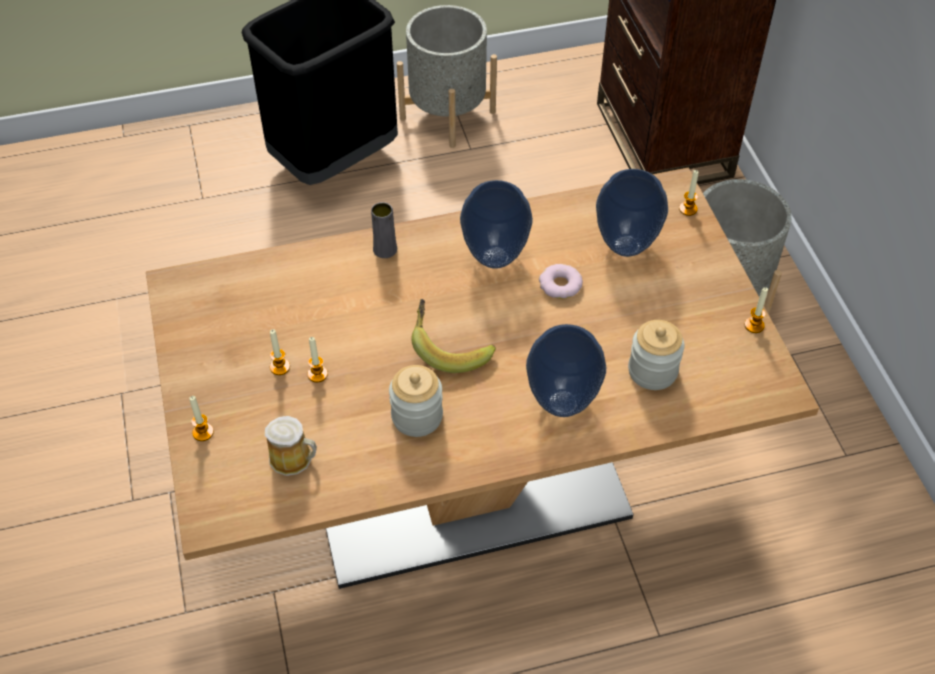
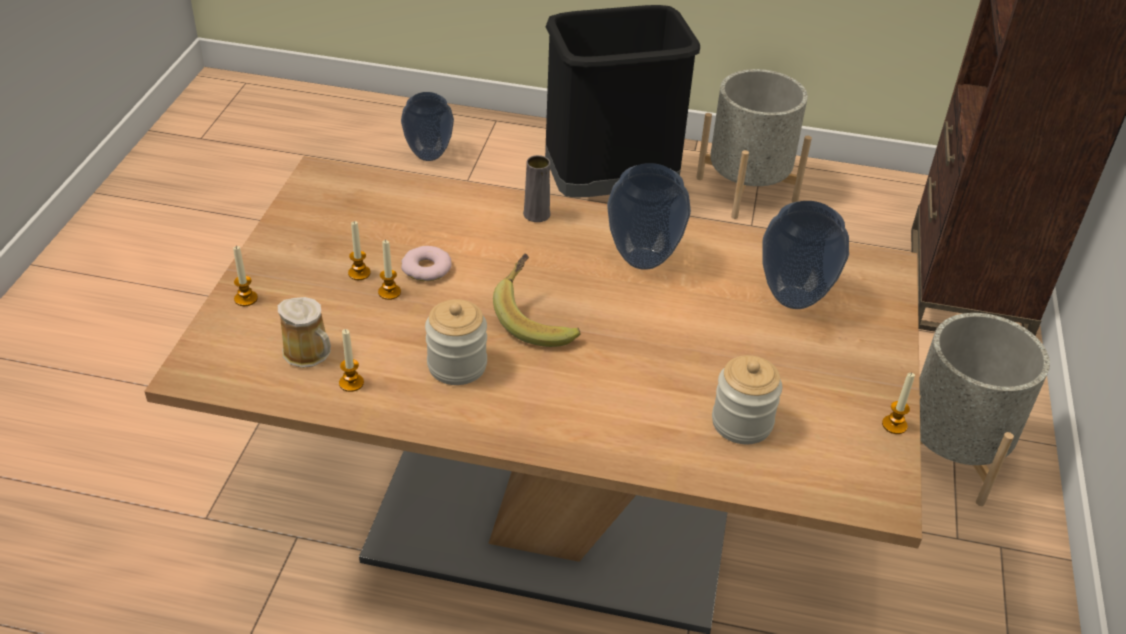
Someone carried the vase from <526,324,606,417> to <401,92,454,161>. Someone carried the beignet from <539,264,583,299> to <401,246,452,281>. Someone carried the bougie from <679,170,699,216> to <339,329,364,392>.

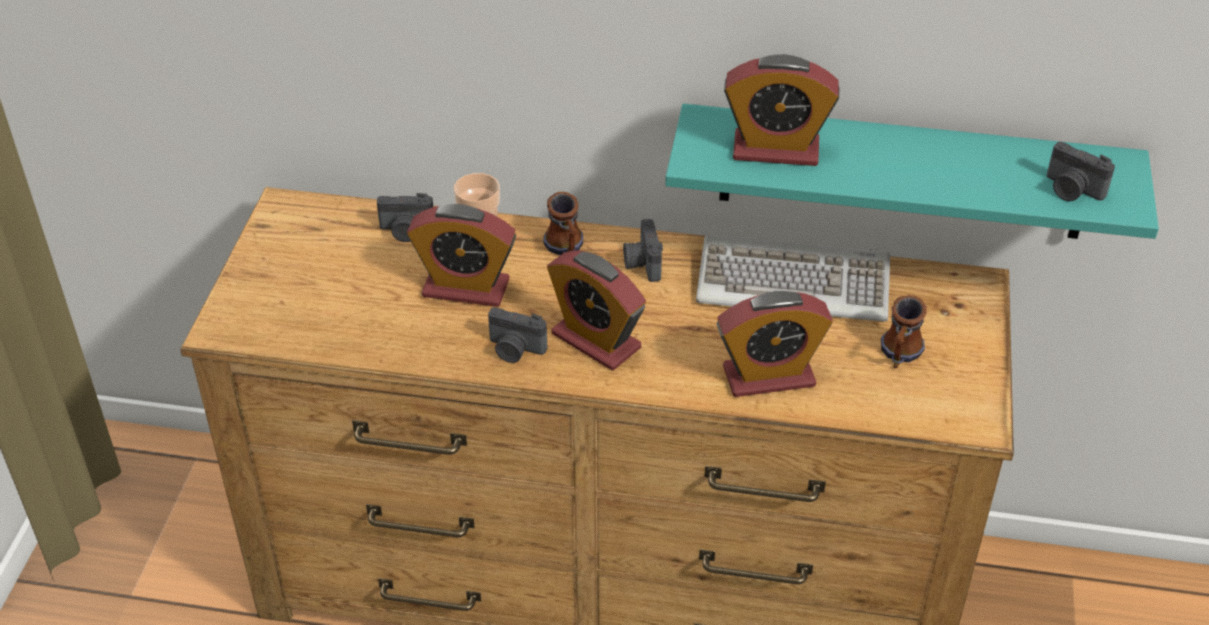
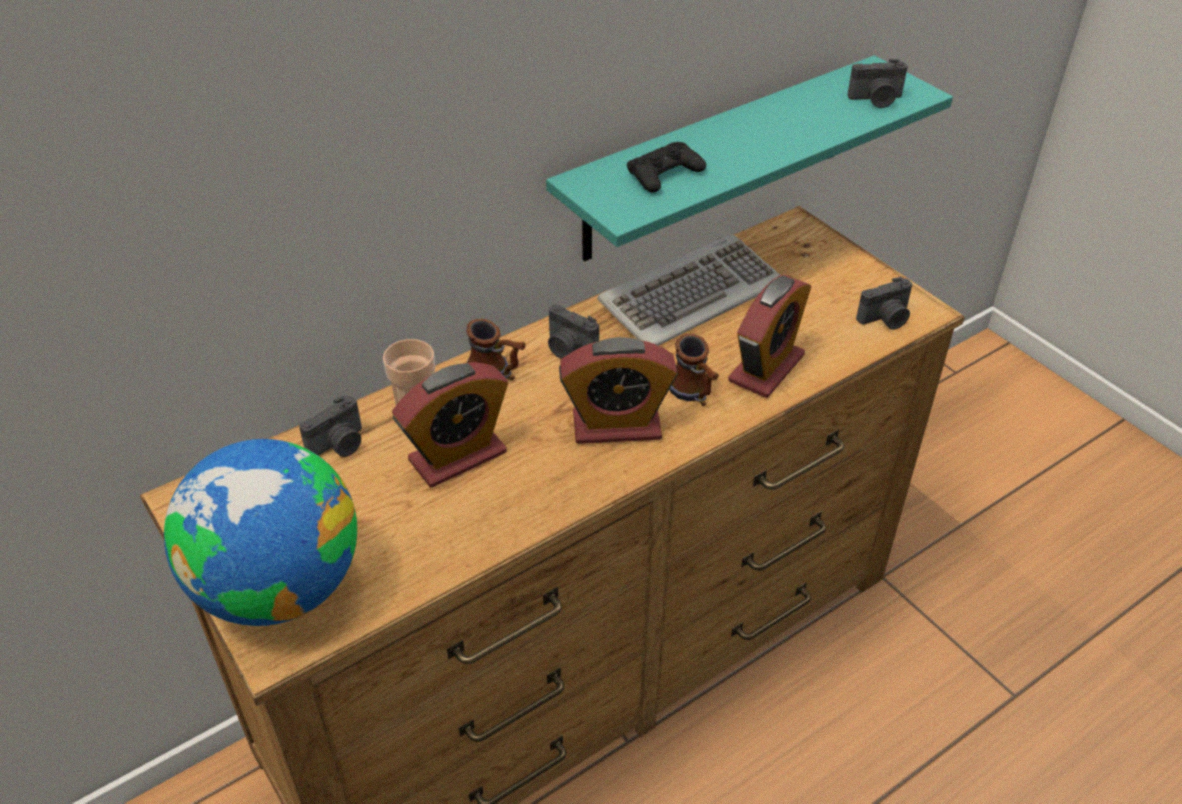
Someone carried the appareil photo from <488,307,547,363> to <856,277,912,330>. Someone swapped the réveil at <724,54,839,166> for the manette [noir] at <627,142,706,193>. Someone carried the mug from <881,295,927,368> to <669,334,719,406>. Someone put down the globe at <164,439,357,626>.

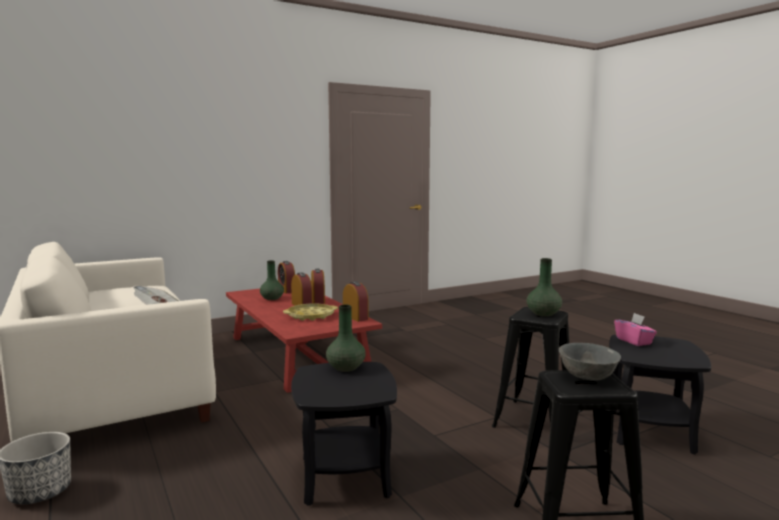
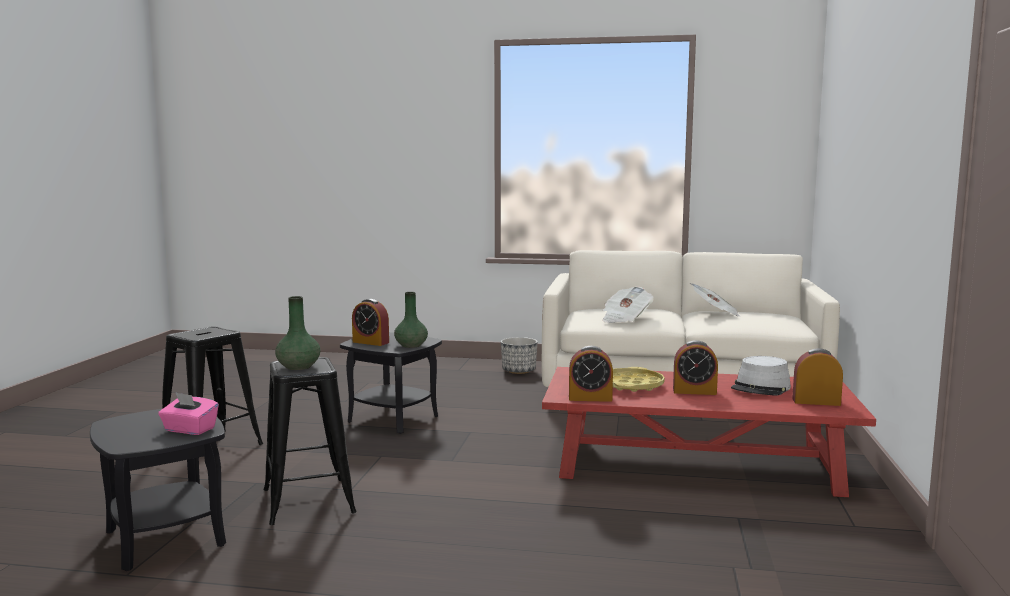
Someone swapped the vase [vert] at <260,260,284,300> for the chapeau [gris] at <731,356,791,396>. Someone carried the réveil from <311,269,325,304> to <352,299,389,346>. Someone took away the bol [gris] at <559,343,621,381>. Someone put down the journal at <690,283,740,317>.

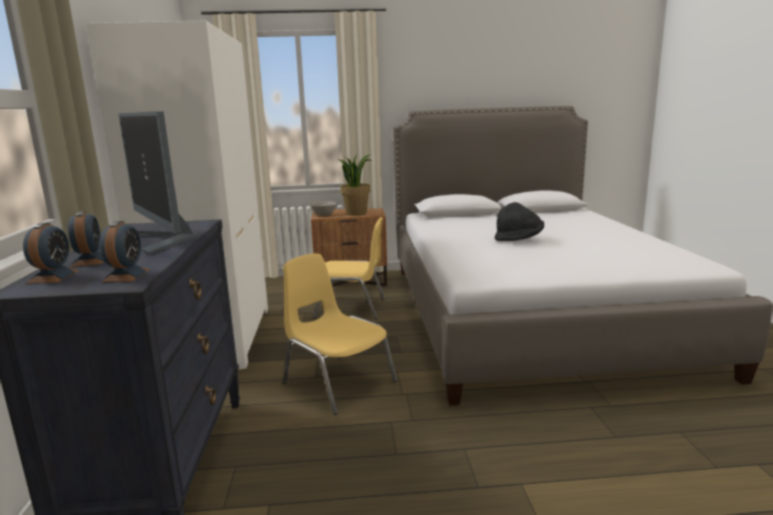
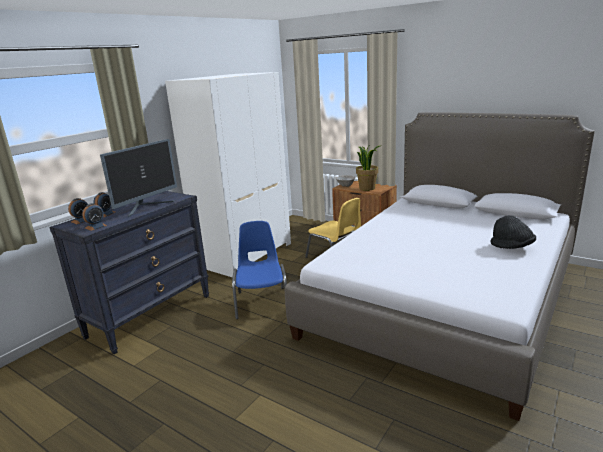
Someone rotated the écran d'ordinateur at <118,111,198,256> by 150 degrees counterclockwise. Someone repainted the chaise [jaune] at <283,253,397,415>, which became the chaise [bleu] at <232,221,287,319>. Someone carried the chapeau [noir] from <495,202,544,241> to <490,215,536,249>.

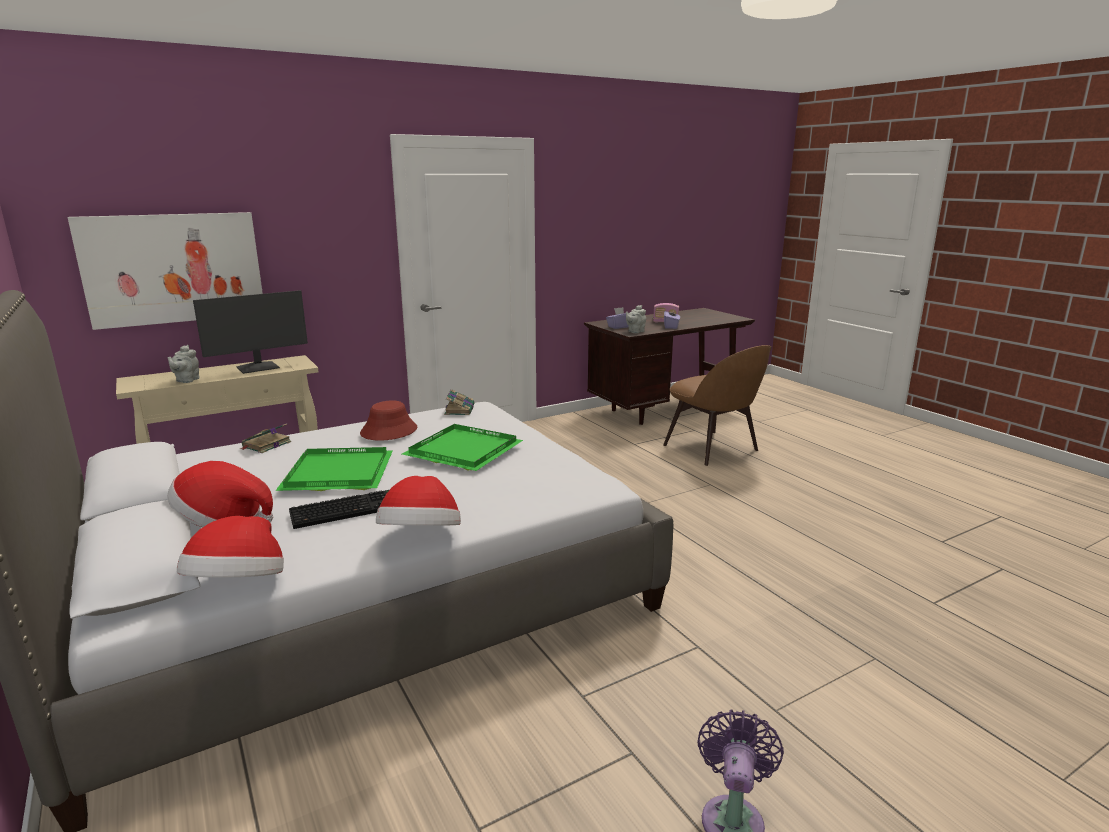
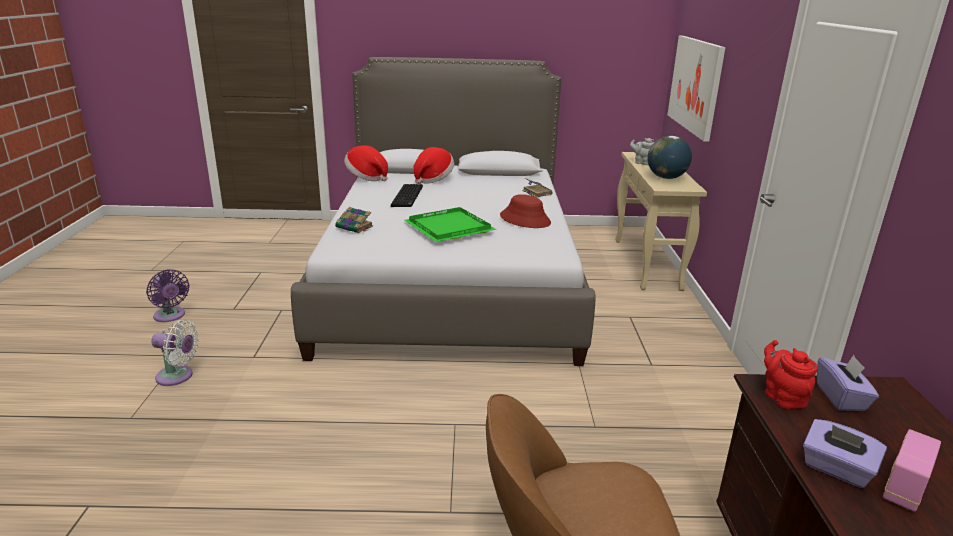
Someone swapped the écran d'ordinateur at <193,290,308,374> for the globe at <647,136,692,179>. Someone took away the plateau [vert] at <276,447,393,491>. Someone took away the chapeau at <376,476,461,526>. Someone carried the livre from <444,389,475,415> to <335,207,373,233>. Someone repainted the théière [gris] at <626,305,646,333>, which became the théière [rouge] at <764,340,818,409>. Someone put down the ventilateur [blanc] at <151,320,199,386>.

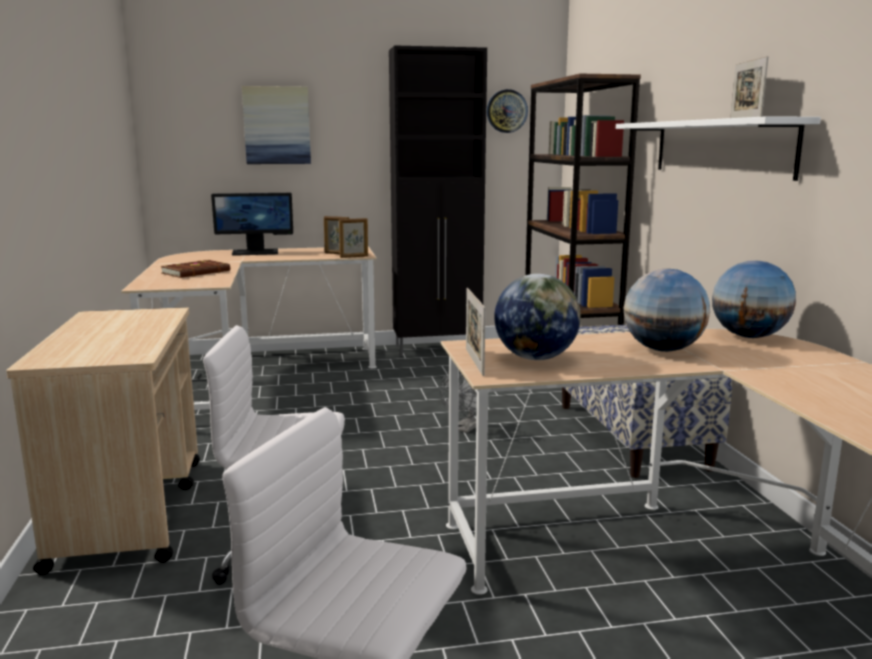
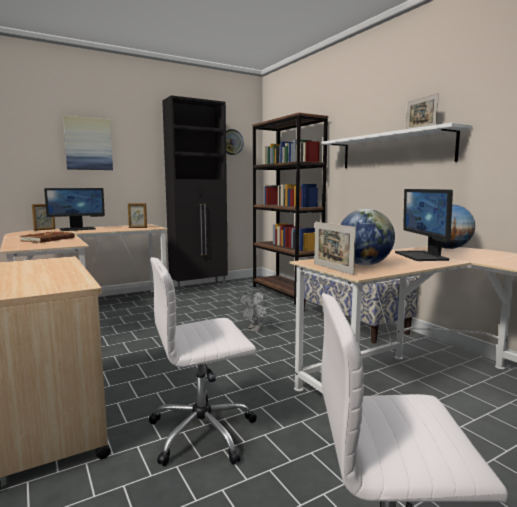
Someone carried the cadre photo from <339,218,368,258> to <32,204,55,231>. Someone swapped the globe at <624,269,710,352> for the écran d'ordinateur at <395,189,453,261>.

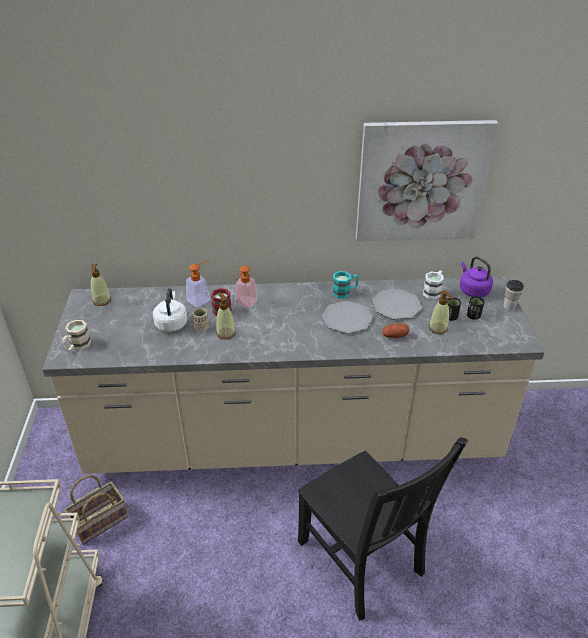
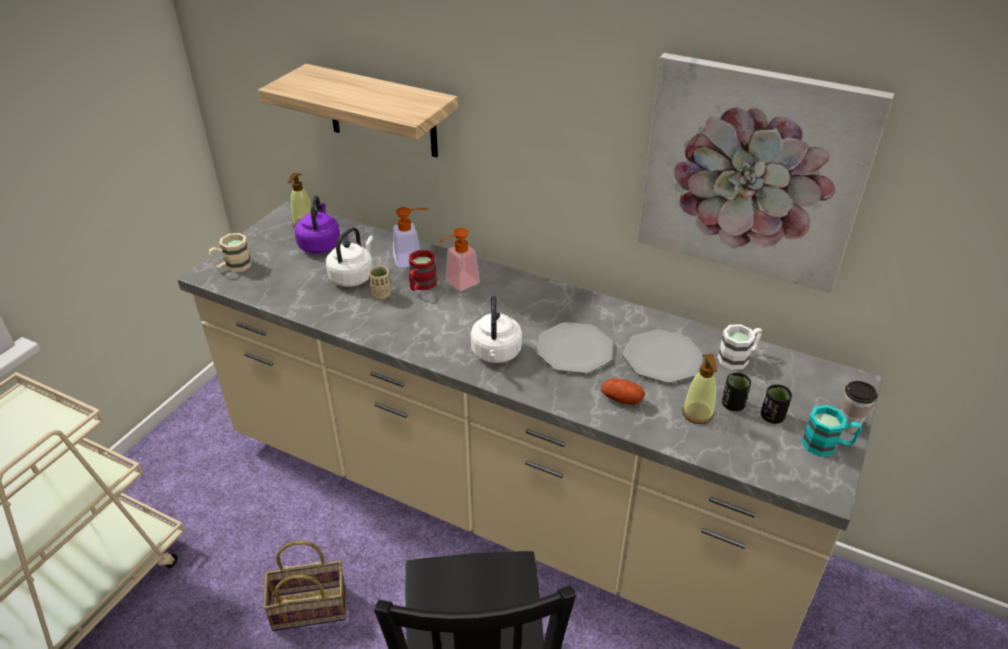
Someone carried the panier from <64,475,128,545> to <263,541,346,631>. Someone took away the distributeur de savon at <216,292,236,339>. Someone carried the mug [turquoise] from <332,271,359,299> to <801,405,861,457>. Someone carried the bouilloire [violet] from <460,256,493,297> to <295,195,340,253>. Someone put up the étagère at <258,64,458,157>. Someone put down the bouilloire [blanc] at <471,295,522,363>.

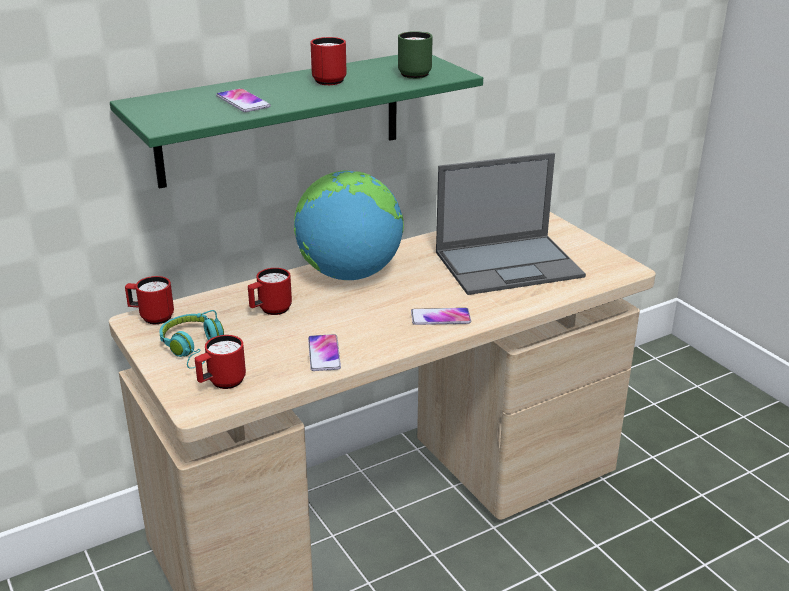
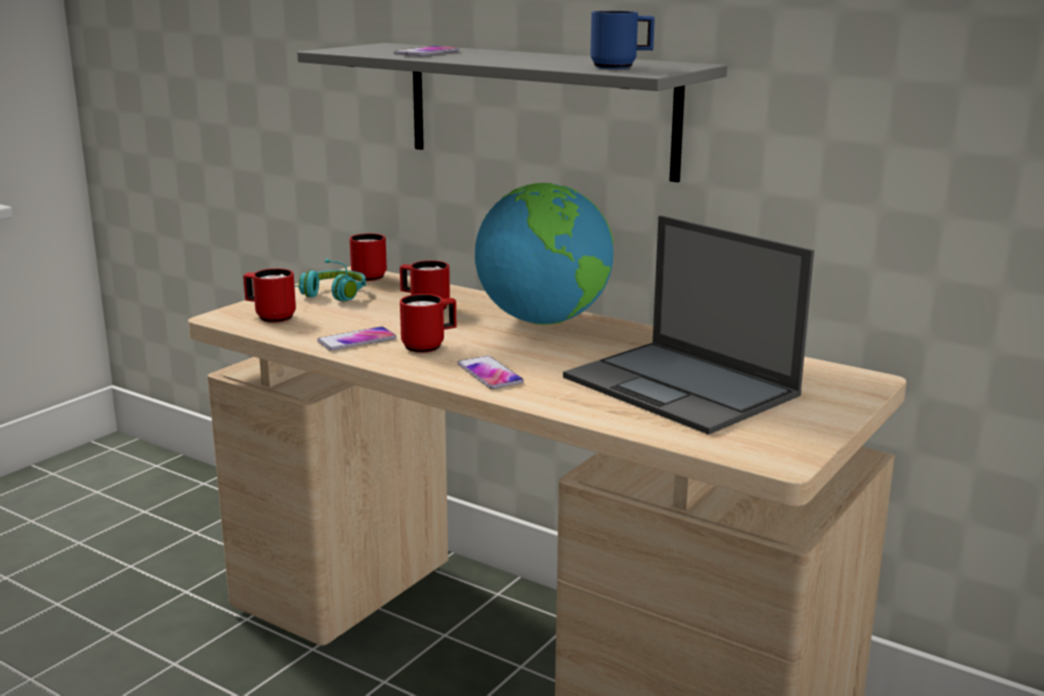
Someone repainted the étagère [vert] at <110,55,483,189>, which became the étagère [gris] at <297,43,727,182>. Someone carried the mug [rouge] from <310,37,347,85> to <400,294,456,353>. Someone repainted the mug [vert] at <398,31,433,79>, which became the mug [bleu] at <591,11,655,69>.

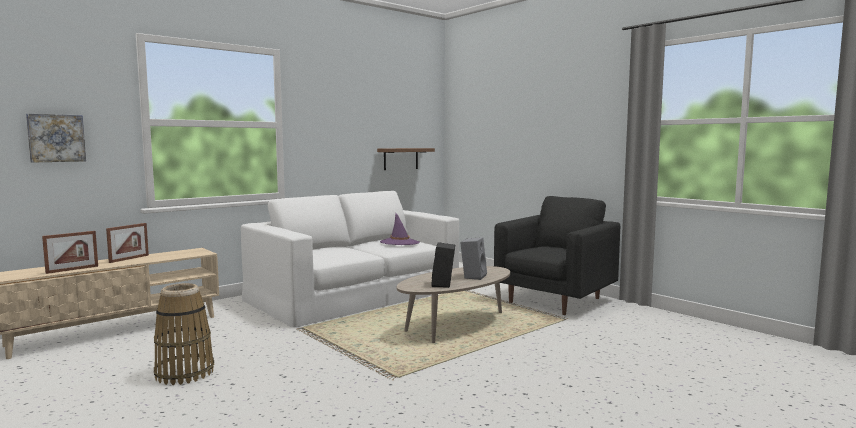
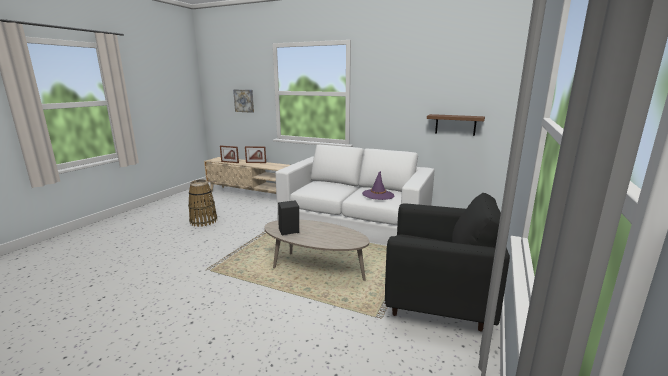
Someone took away the enceinte [gris] at <460,237,487,280>.

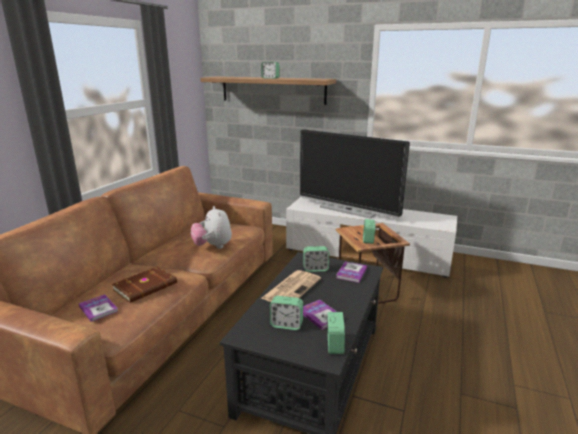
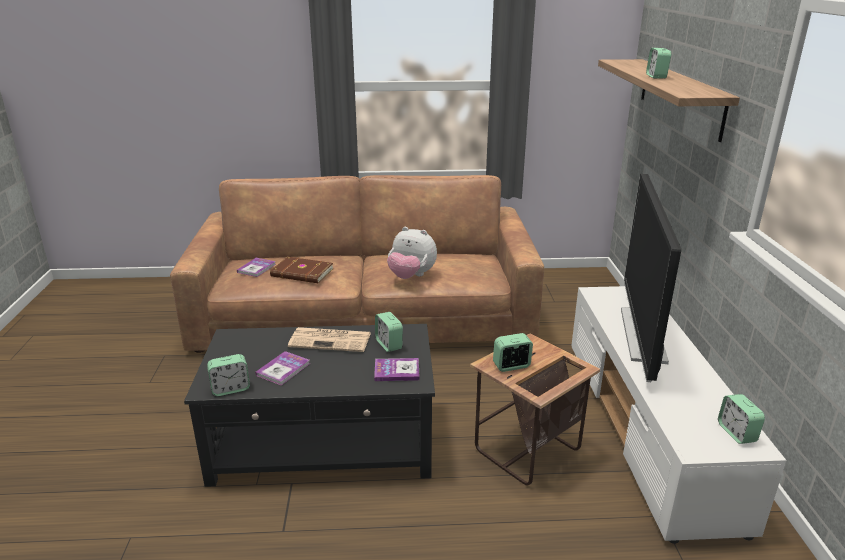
Someone rotated the peluche at <191,206,232,249> by 105 degrees counterclockwise. Someone carried the réveil from <270,296,303,330> to <718,394,765,444>.

